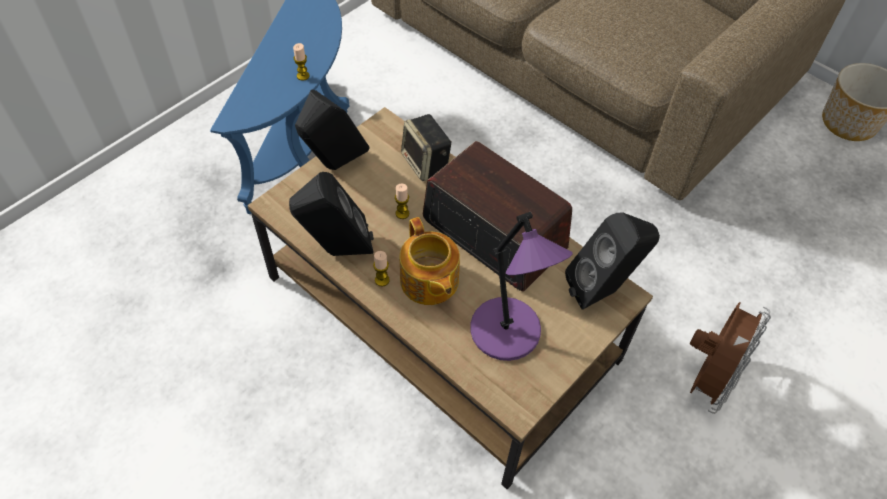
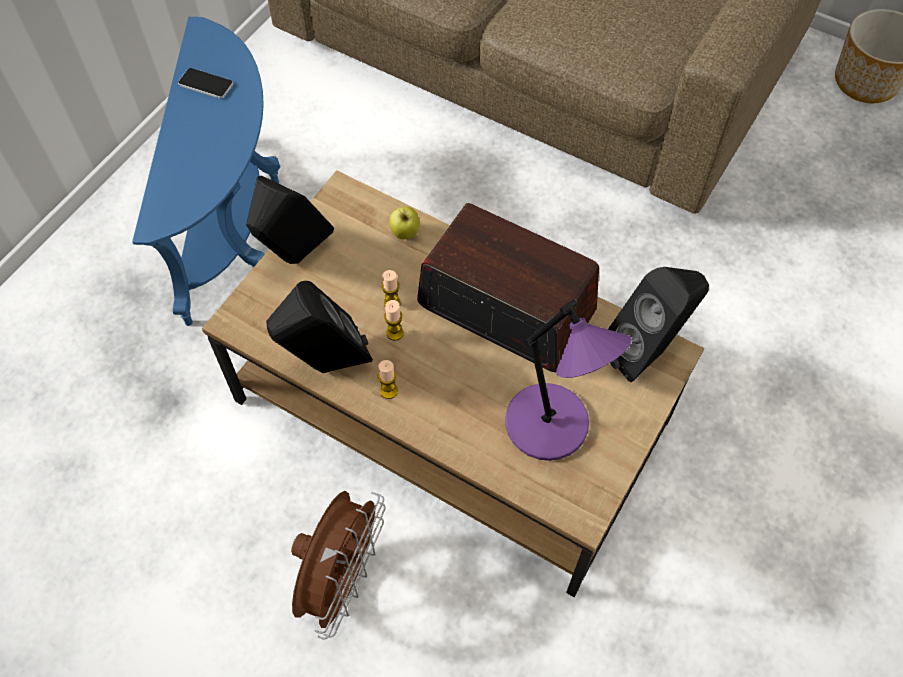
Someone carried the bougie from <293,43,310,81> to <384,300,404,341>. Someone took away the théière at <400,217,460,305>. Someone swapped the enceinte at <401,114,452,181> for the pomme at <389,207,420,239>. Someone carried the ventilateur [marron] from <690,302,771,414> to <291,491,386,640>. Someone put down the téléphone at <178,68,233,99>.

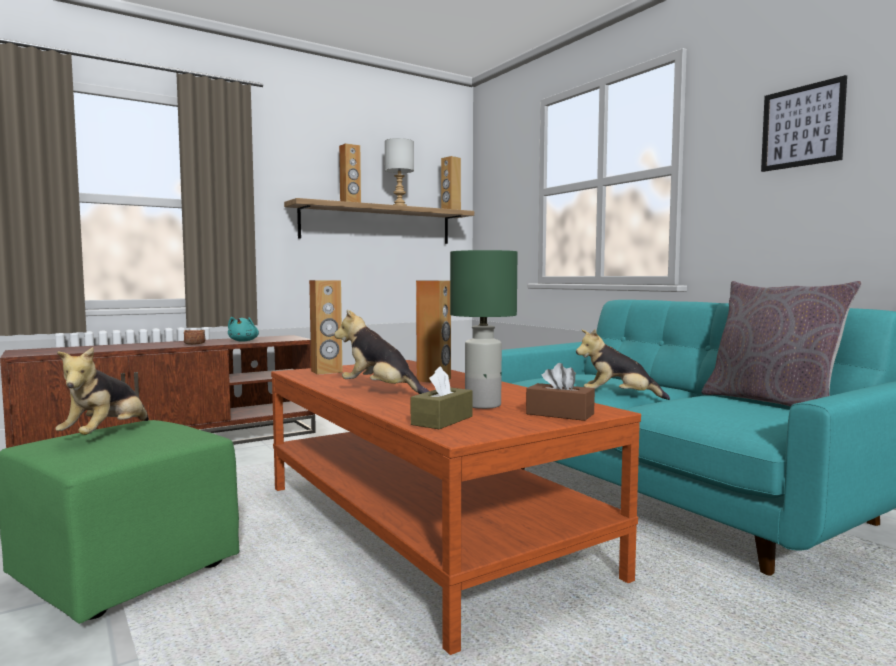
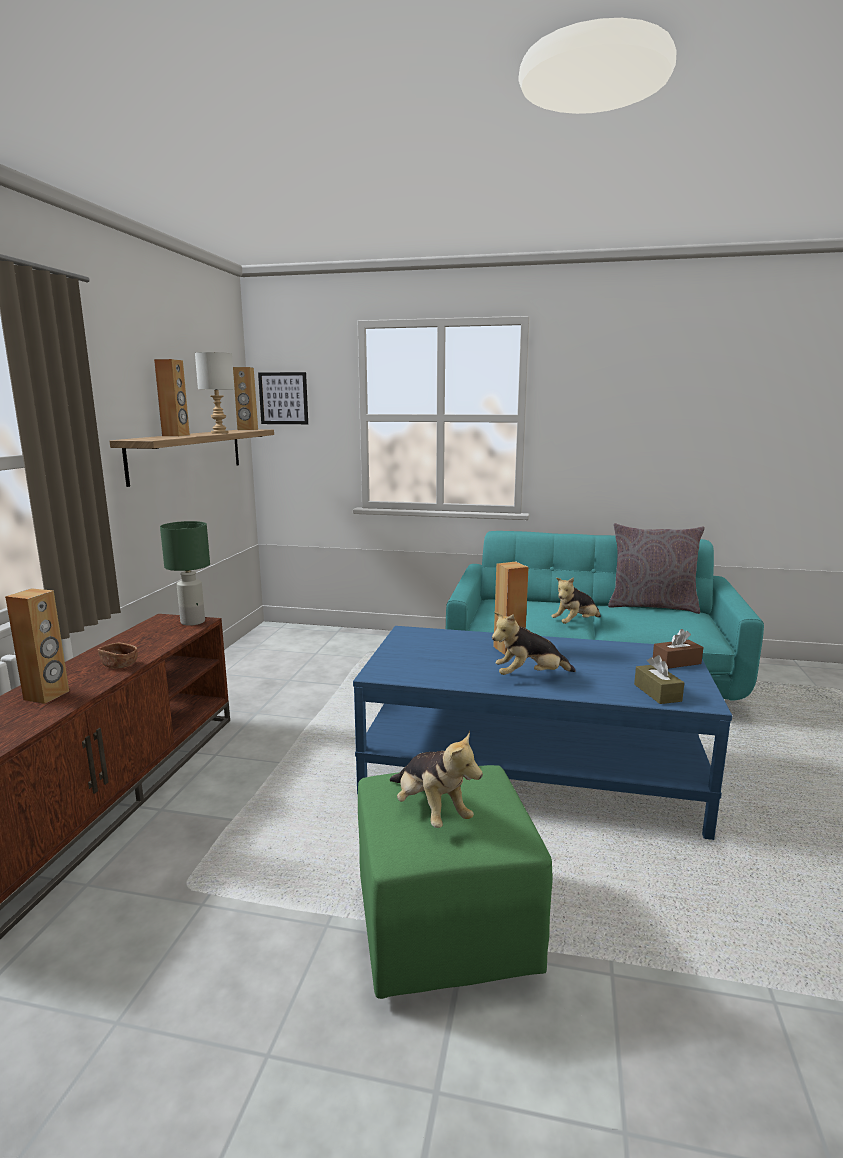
Someone took away the peluche [turquoise] at <228,317,259,342>. Someone repainted the table basse [marron] at <271,360,641,655>, which became the table basse [bleu] at <353,626,732,840>. Someone carried the enceinte [marron] from <309,280,342,375> to <5,588,69,704>. Someone carried the lampe de table [vert] from <450,250,517,409> to <160,521,210,626>. Someone carried the tableau from <761,75,847,172> to <258,372,308,424>.

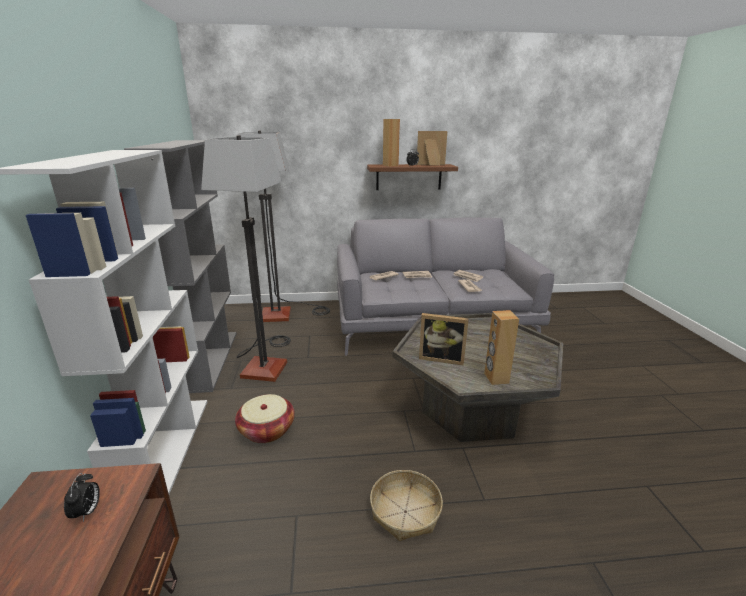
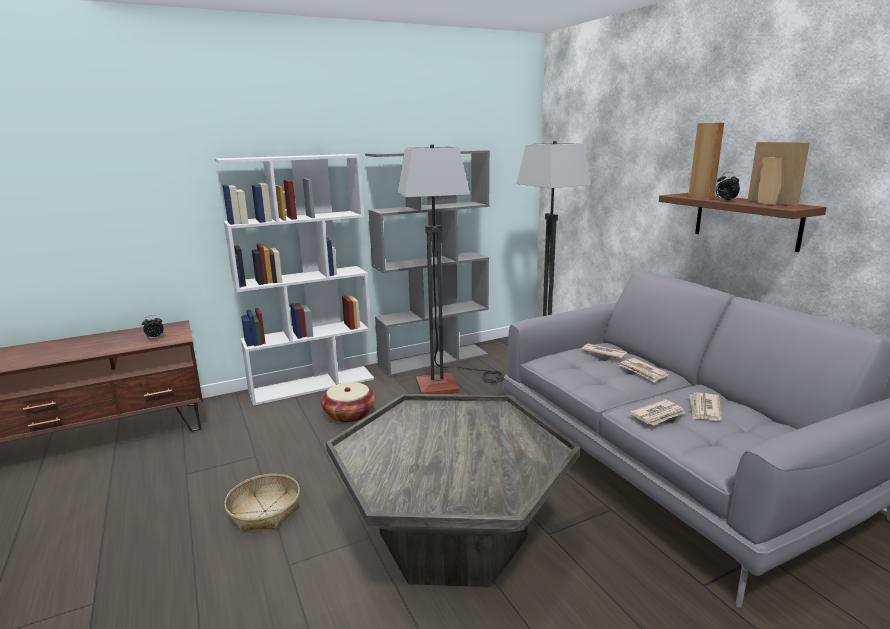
Someone took away the cadre photo at <419,313,469,366>. Someone took away the enceinte [marron] at <484,310,519,385>.

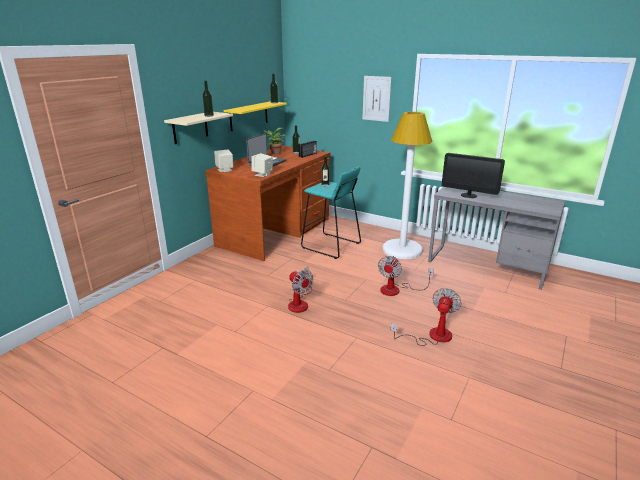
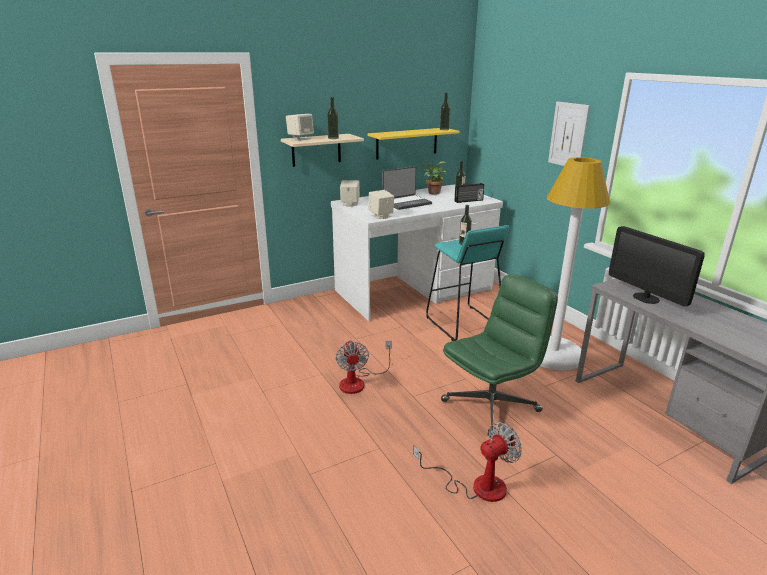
Someone repainted the bureau [marron] at <205,146,331,261>, which became the bureau [blanc] at <331,184,503,321>. Someone swapped the ventilateur at <378,256,434,296> for the chaise de bureau [vert] at <441,274,558,436>. Someone put down the enceinte [beige] at <286,114,314,141>.

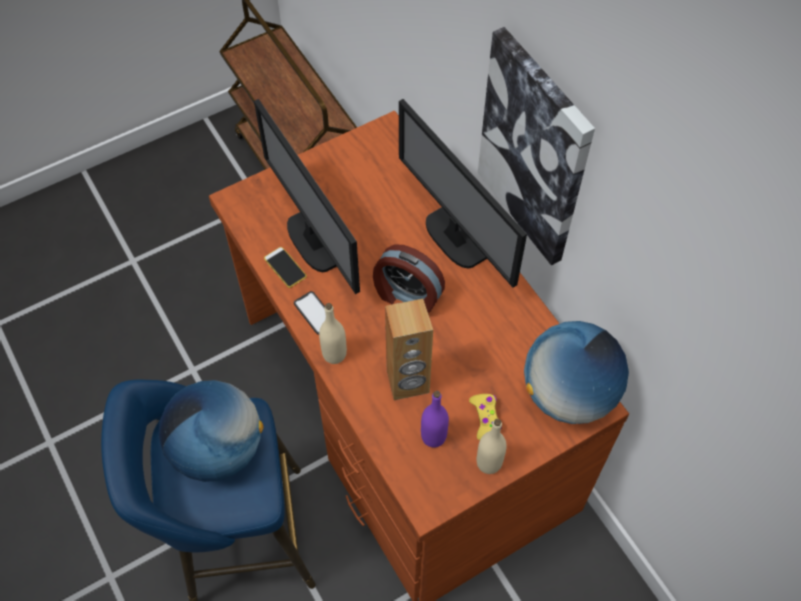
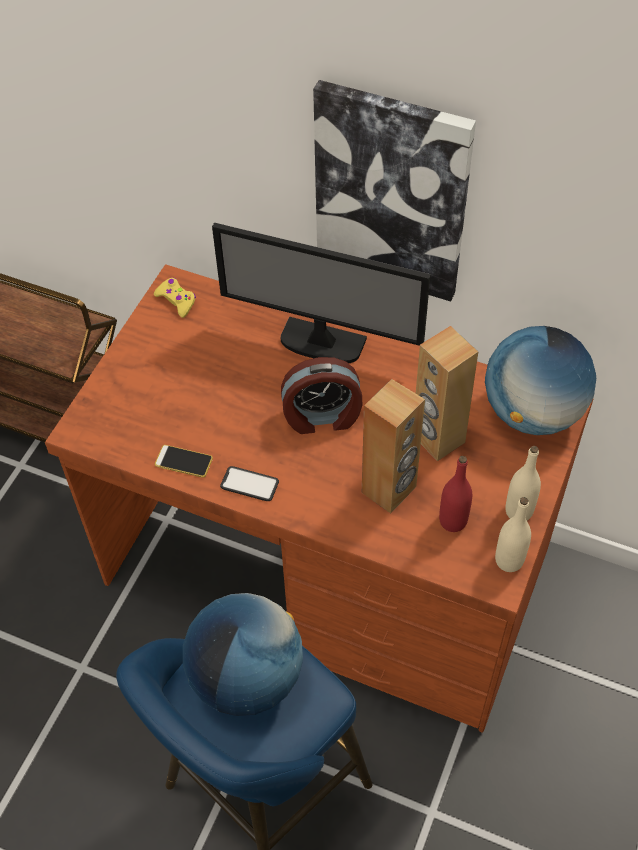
Someone took away the écran d'ordinateur at <254,99,360,294>. Someone carried the bouteille [beige] from <319,303,347,364> to <495,497,531,572>. Someone repainted the bouteille [violet] at <421,391,449,448>, which became the bouteille [rouge] at <439,456,472,532>. Someone carried the manette [jaune] from <469,394,502,440> to <154,278,196,318>. Someone put down the enceinte [marron] at <416,326,478,461>.

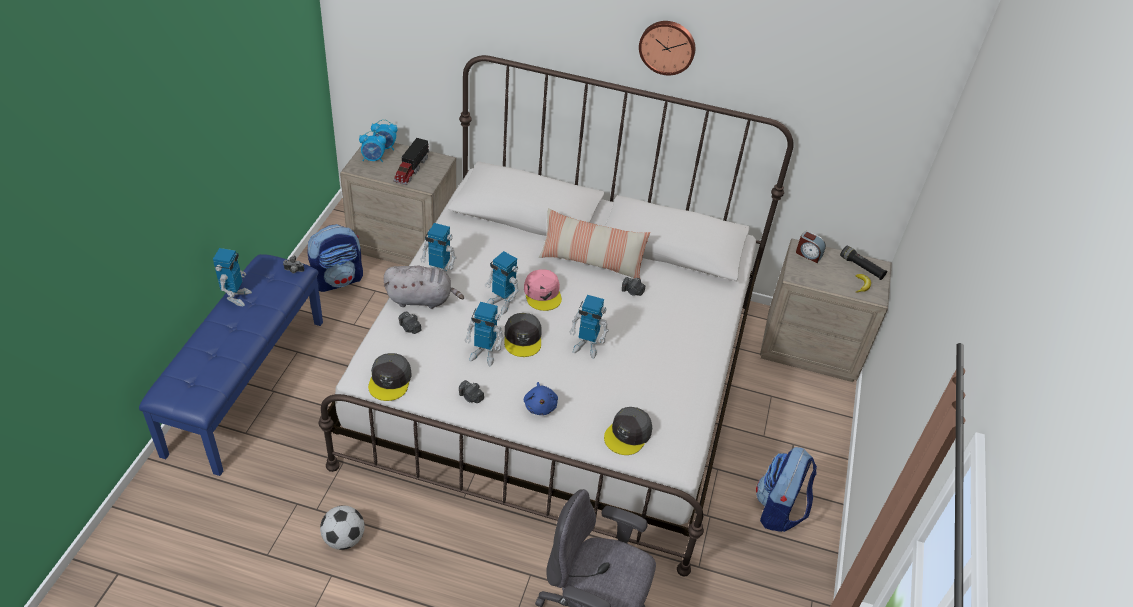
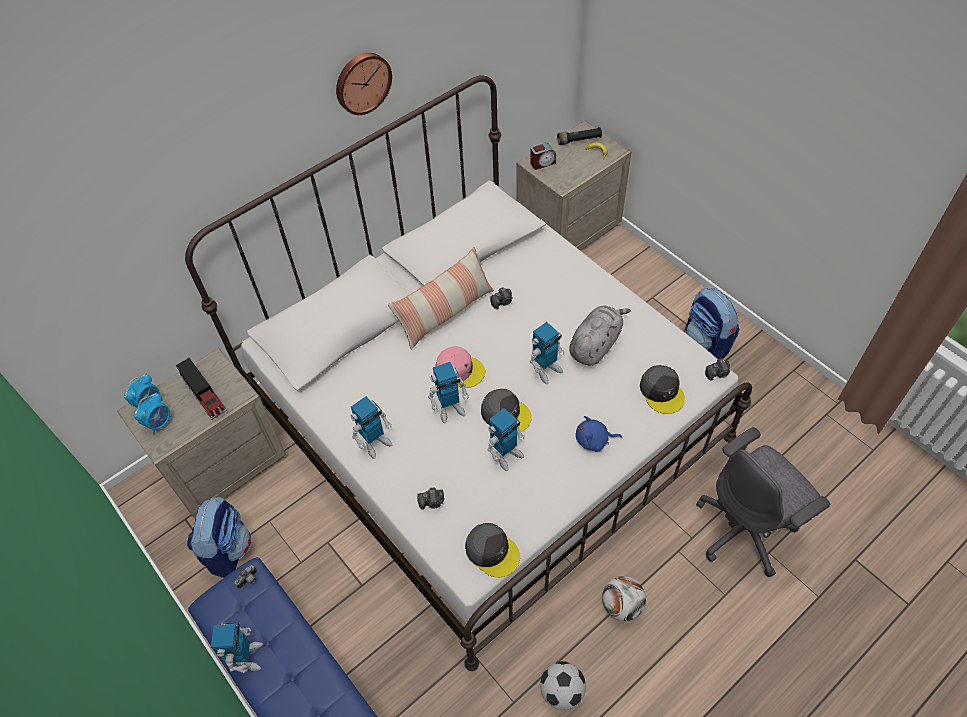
Someone rotated the robot jouet at <213,248,252,306> by 45 degrees clockwise. Someone carried the peluche [gris] from <384,266,464,309> to <569,306,631,366>. Someone carried the appareil photo from <459,380,484,403> to <705,358,730,381>. Someone rotated the peluche [bleu] at <524,382,558,415> by 150 degrees clockwise. Someone put down the ballon de foot at <602,576,646,621>.

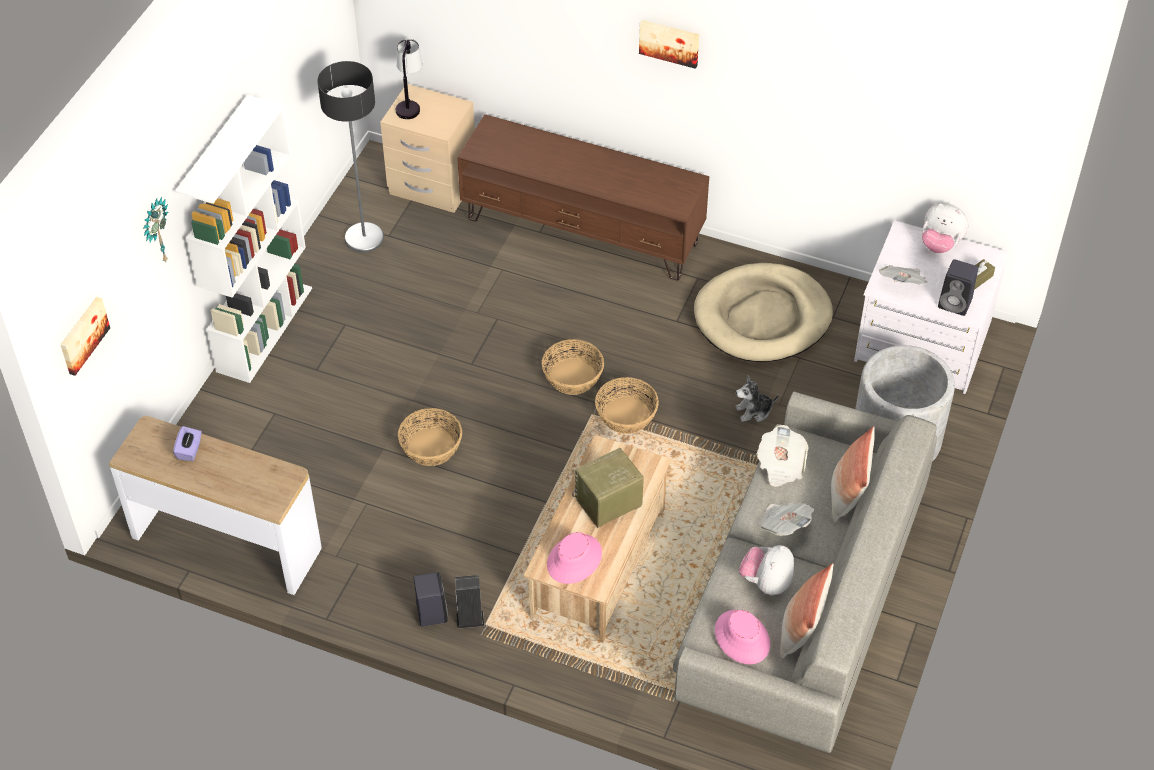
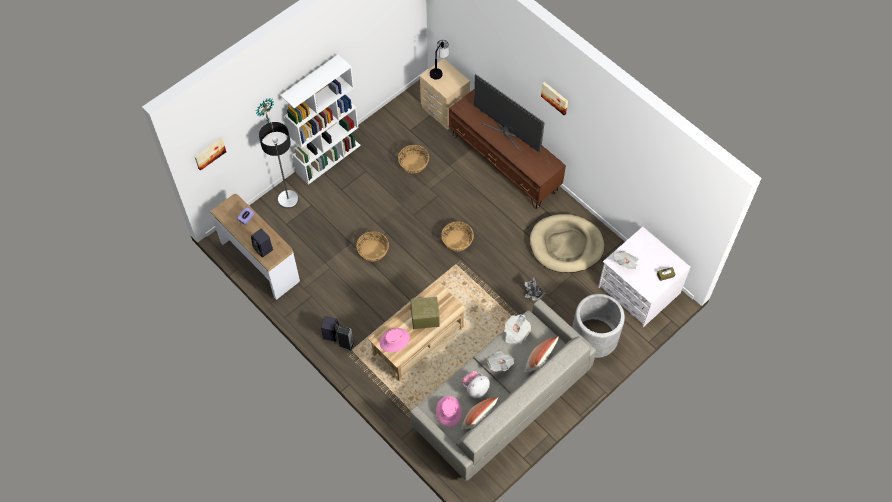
Someone carried the lampadaire from <317,61,384,253> to <259,122,299,209>. Someone carried the panier from <595,377,659,434> to <398,145,429,173>. Someone took away the peluche at <922,203,968,253>. Someone carried the enceinte [noir] from <938,259,978,316> to <251,228,273,257>. Someone put down the téléviseur at <474,74,545,152>.

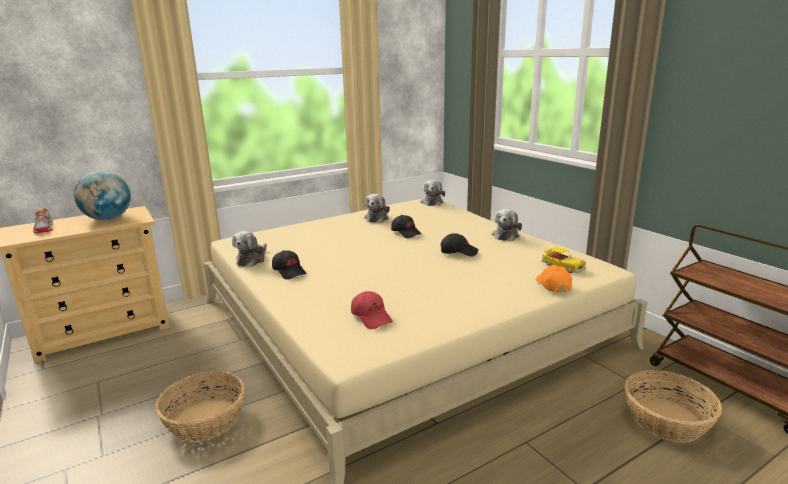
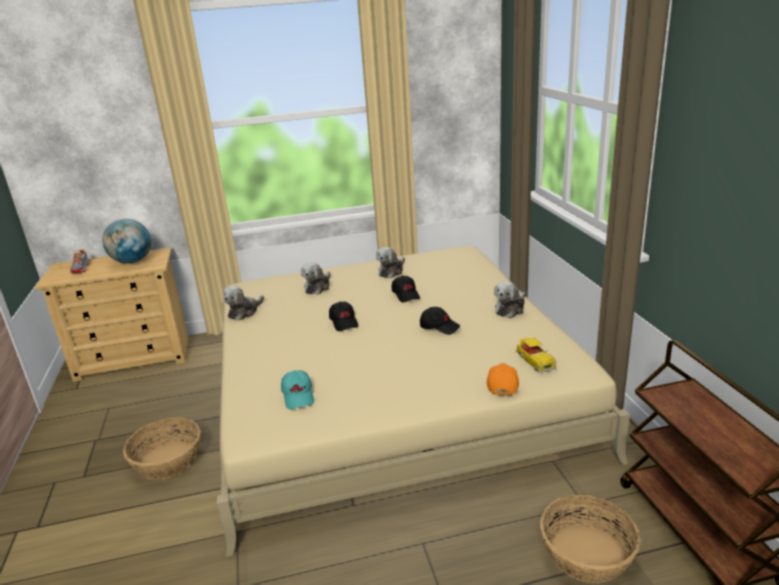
Someone carried the casquette [noir] from <272,250,306,280> to <329,301,358,331>. Someone repainted the casquette [rouge] at <351,291,393,329>, which became the casquette [turquoise] at <281,370,314,409>. Someone carried the peluche from <420,180,445,206> to <301,263,330,295>.

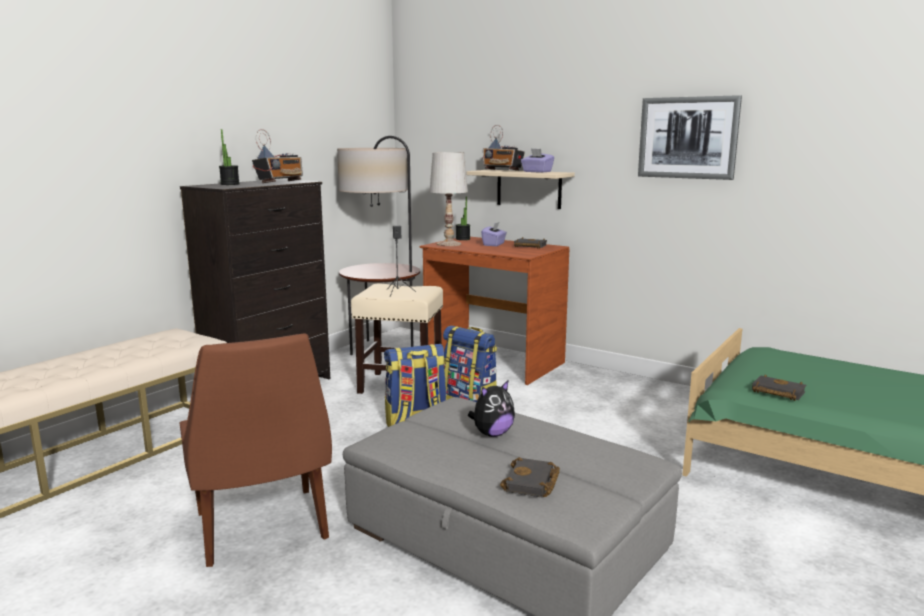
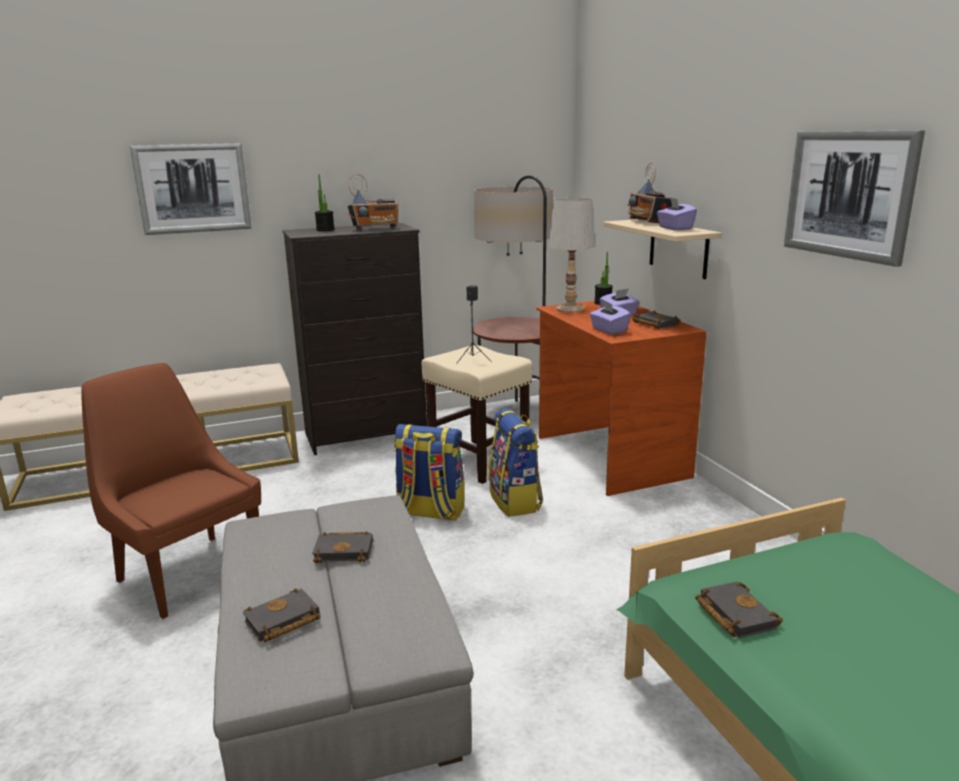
Someone rotated the chaise [marron] at <180,333,332,567> by 120 degrees clockwise. Someone swapped the peluche at <468,381,515,437> for the livre [noir] at <312,531,373,563>. Someone put up the tableau at <130,143,252,235>. Someone put down the boîte à mouchoirs [violet] at <589,300,631,335>.

